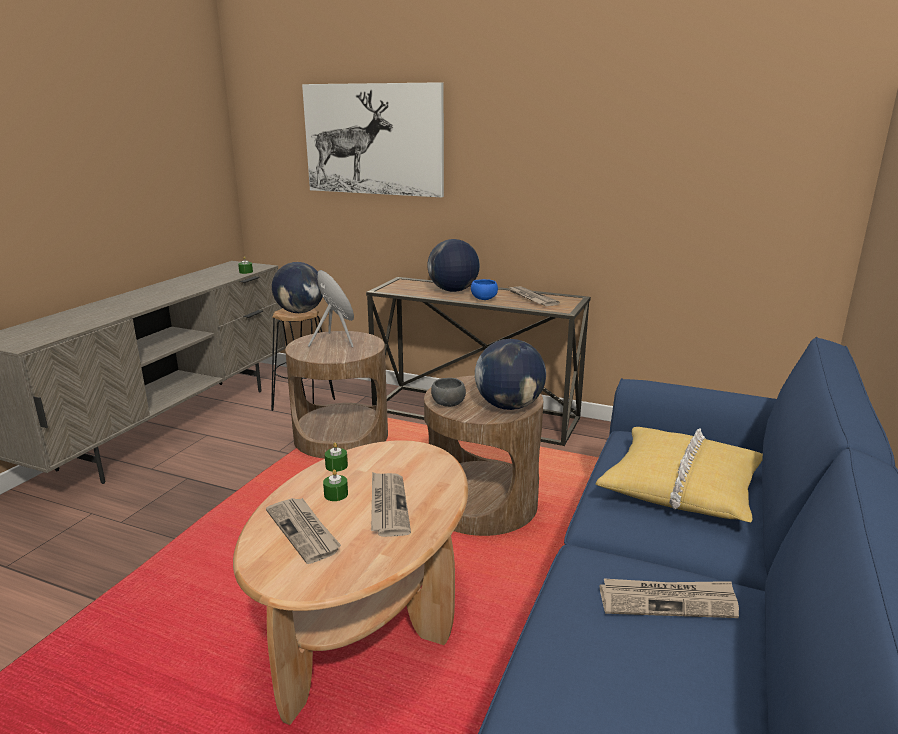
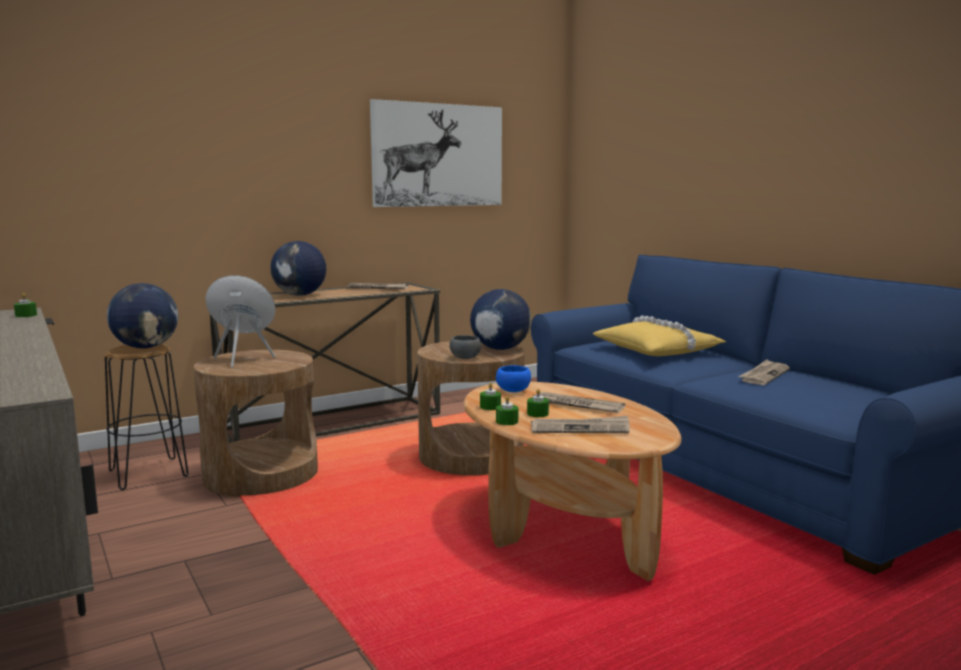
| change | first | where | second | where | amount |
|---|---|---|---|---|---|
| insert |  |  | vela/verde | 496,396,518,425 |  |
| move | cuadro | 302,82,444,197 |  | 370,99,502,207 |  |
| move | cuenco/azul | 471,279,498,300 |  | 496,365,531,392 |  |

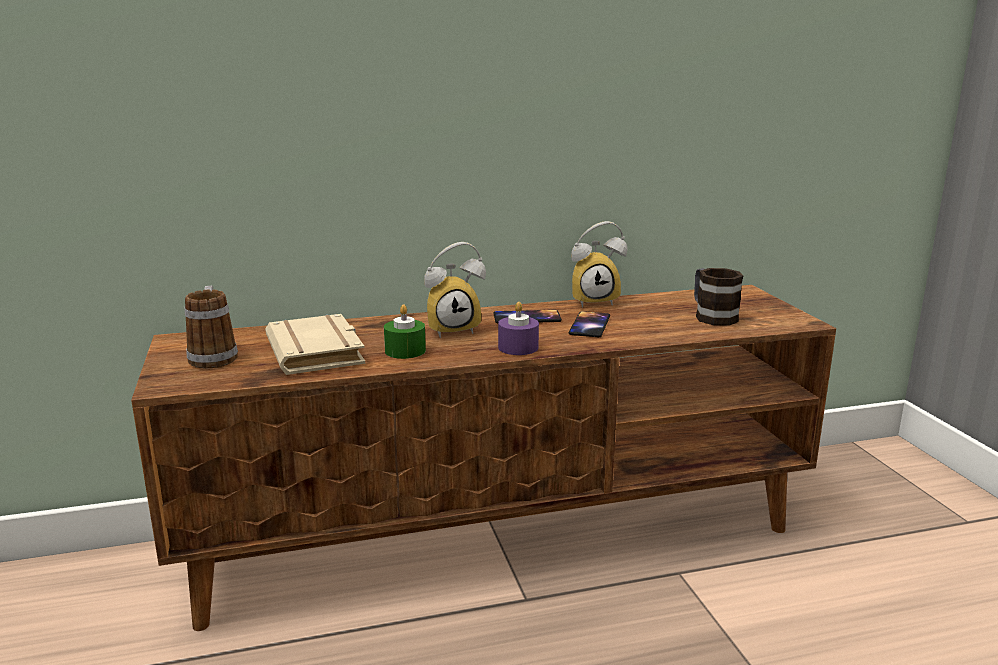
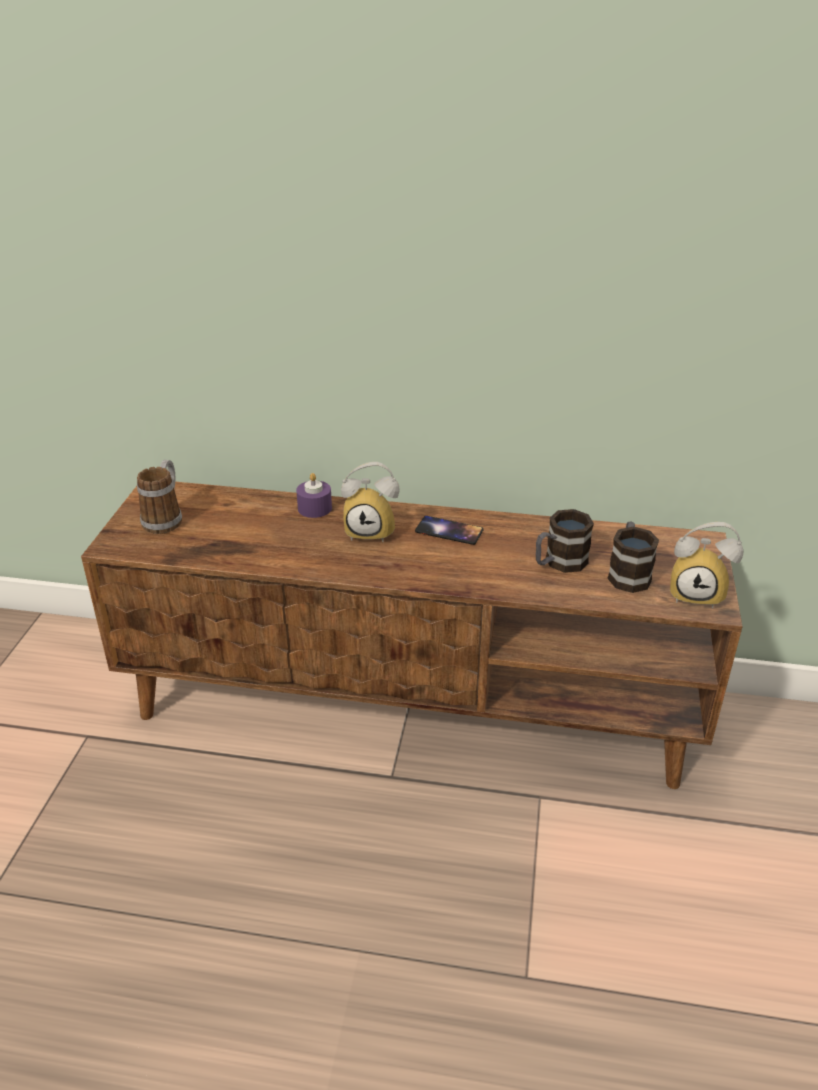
| change | first | where | second | where | amount |
|---|---|---|---|---|---|
| delete | libro/beis | 265,314,365,375 |  |  |  |
| delete | vela/verde | 384,304,426,359 |  |  |  |
| delete | móvil | 569,311,610,337 |  |  |  |
| insert |  |  | taza grande | 536,509,594,573 |  |
| move | vela/morado | 498,302,539,355 |  | 296,473,332,518 |  |
| move | despertador | 571,221,628,307 |  | 670,522,744,609 |  |

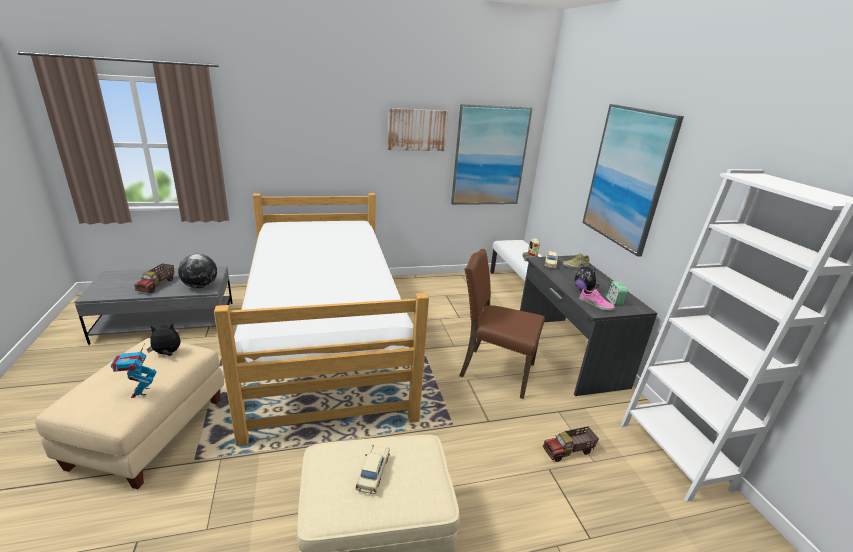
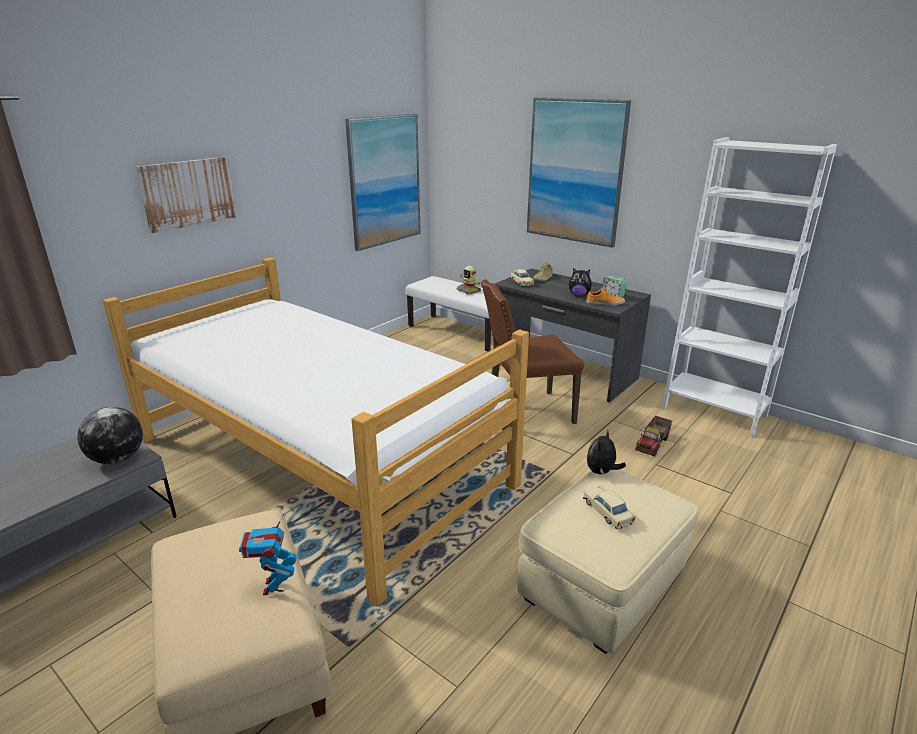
| change | first | where | second | where | amount |
|---|---|---|---|---|---|
| delete | camión de juguete | 135,263,175,293 |  |  |  |
| move | peluche | 147,323,180,356 |  | 587,430,626,476 |  |
| move | cuadro | 388,108,448,151 |  | 136,157,237,233 |  |
| recolor | zapato/rosa | 579,289,615,310 | zapato/naranja | 586,288,625,306 |  |
| rotate | robot de juguete | 111,343,157,398 |  | 239,514,297,595 | 45 degrees clockwise |

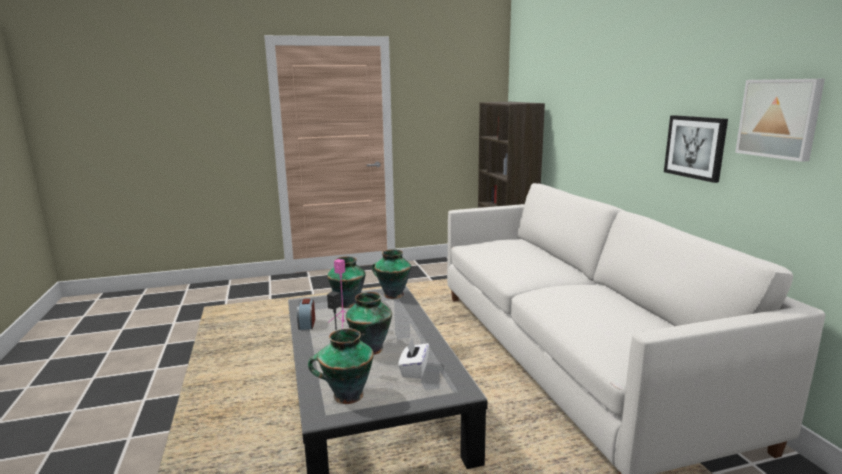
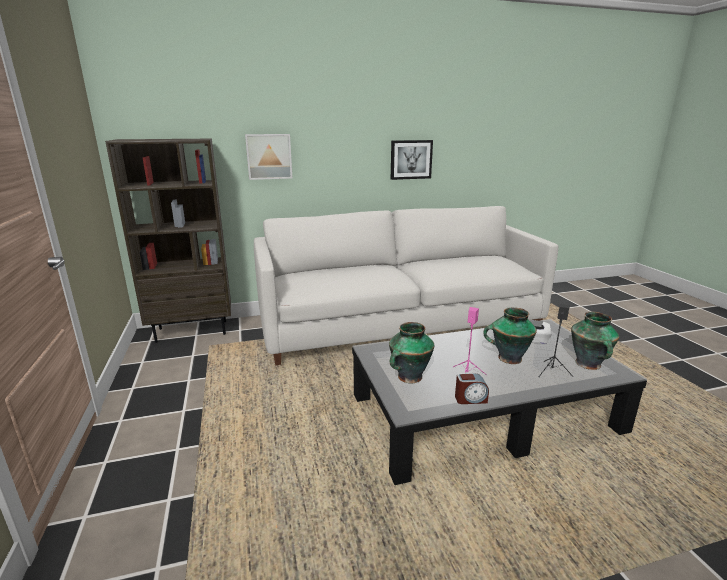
| change | first | where | second | where | amount |
|---|---|---|---|---|---|
| delete | florero | 372,249,411,299 |  |  |  |
| move | cuadro | 735,79,825,162 |  | 245,134,292,180 |  |

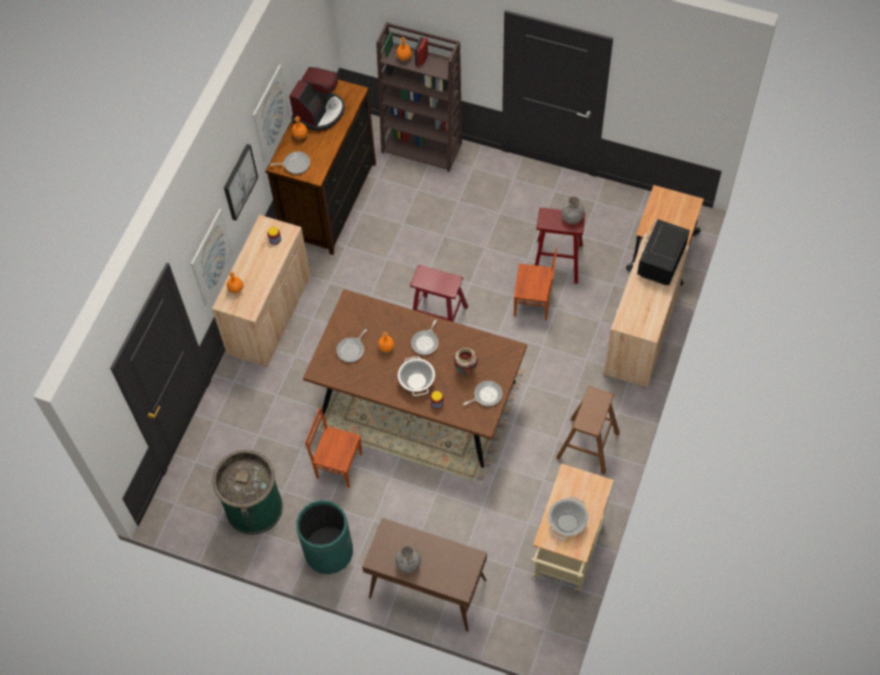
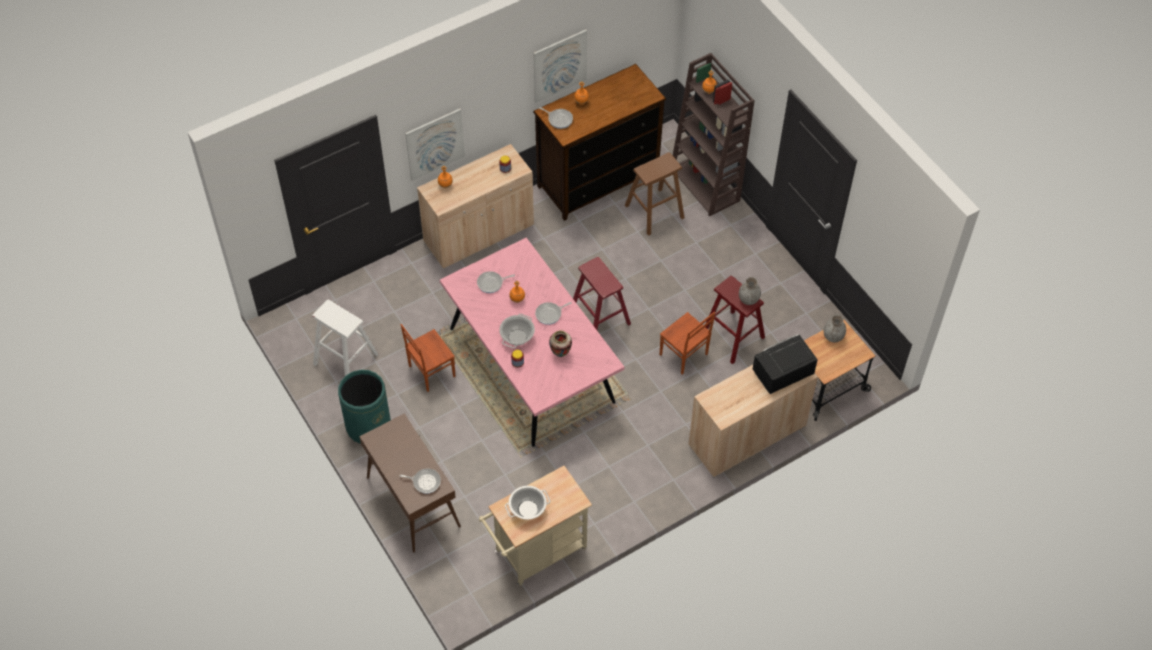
| change | first | where | second | where | amount |
|---|---|---|---|---|---|
| delete | cuadro | 224,144,258,221 |  |  |  |
| delete | cafetera | 289,67,345,131 |  |  |  |
| move | florero/gris | 395,545,421,574 |  | 824,315,846,343 |  |
| move | sartén | 463,381,503,406 |  | 399,468,441,494 |  |
| move | taburete/marrón | 556,386,620,475 |  | 625,152,685,236 |  |
| replace | papelera/verde | 212,450,283,535 | taburete/blanco | 312,299,378,376 |  |
| recolor | mesa de comedor/marrón | 303,289,527,468 | mesa de comedor/rosa | 440,238,624,447 |  |
| rotate | silla/marrón | 305,407,362,488 |  | 400,324,455,392 | 90 degrees counterclockwise |

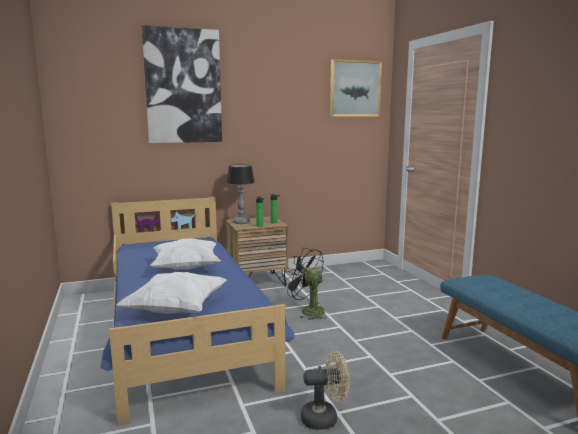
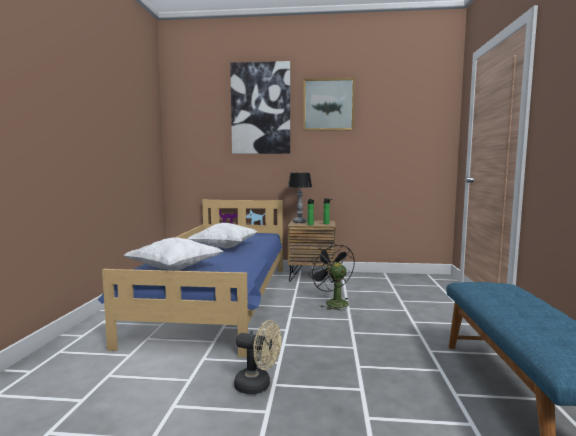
| change | first | where | second | where | amount |
|---|---|---|---|---|---|
| move | cuadro | 330,59,382,117 |  | 303,78,355,131 |  |

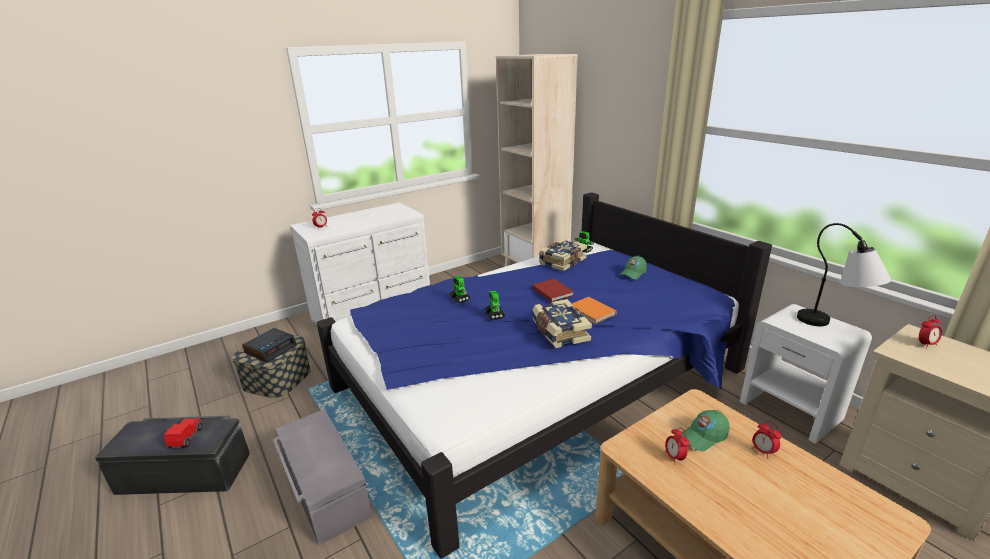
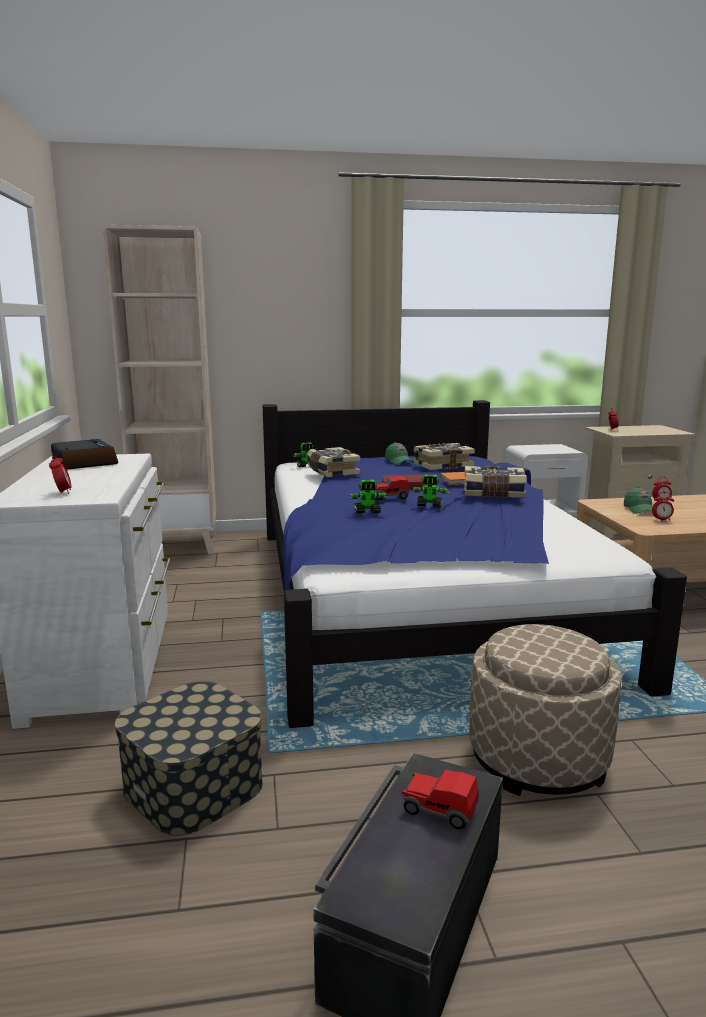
| change | first | where | second | where | amount |
|---|---|---|---|---|---|
| delete | lámpara de mesa | 797,223,892,326 |  |  |  |
| insert |  |  | coche de juguete | 376,476,409,500 |  |
| insert |  |  | libro | 413,443,475,470 |  |
| move | despertador | 242,328,297,363 |  | 51,439,118,469 |  |
| replace | caja de almacenaje/gris | 272,409,372,546 | puf/beis | 469,624,622,796 |  |

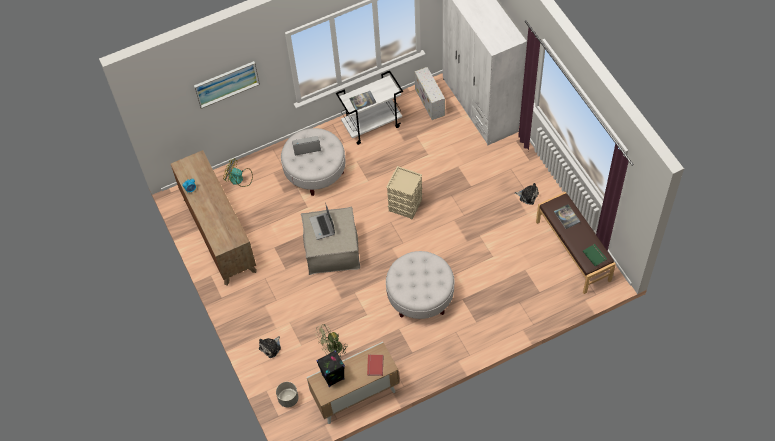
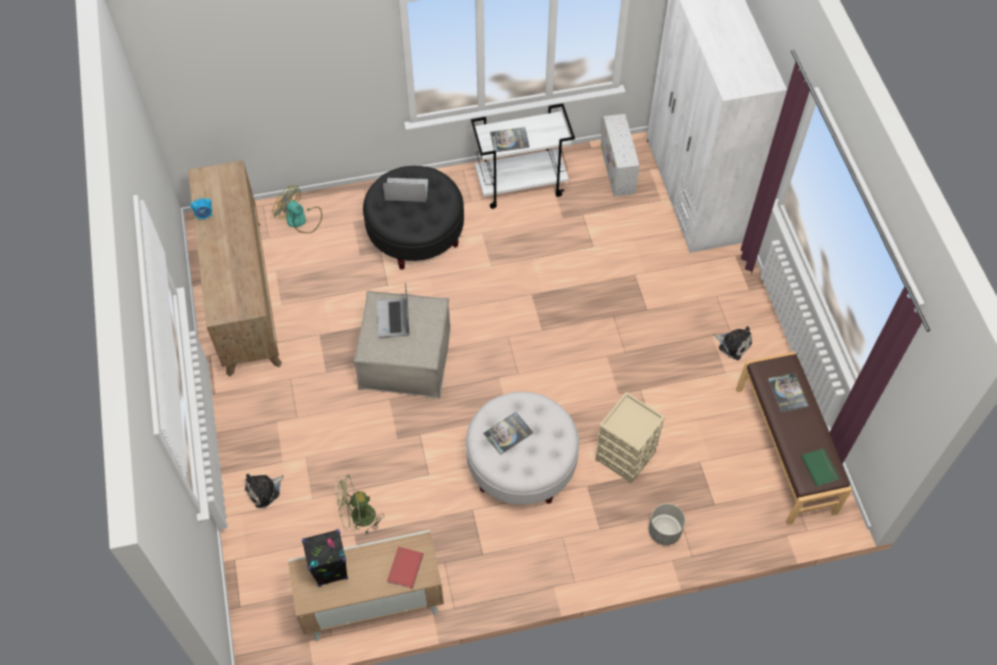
| change | first | where | second | where | amount |
|---|---|---|---|---|---|
| delete | cuadro | 194,61,260,109 |  |  |  |
| insert |  |  | libro | 483,412,533,455 |  |
| move | maceta/gris | 276,382,299,408 |  | 649,503,685,545 |  |
| move | caja de almacenaje/beis | 386,166,423,219 |  | 595,392,665,484 |  |
| recolor | puf/blanco | 281,128,346,196 | puf/negro | 363,166,464,270 |  |

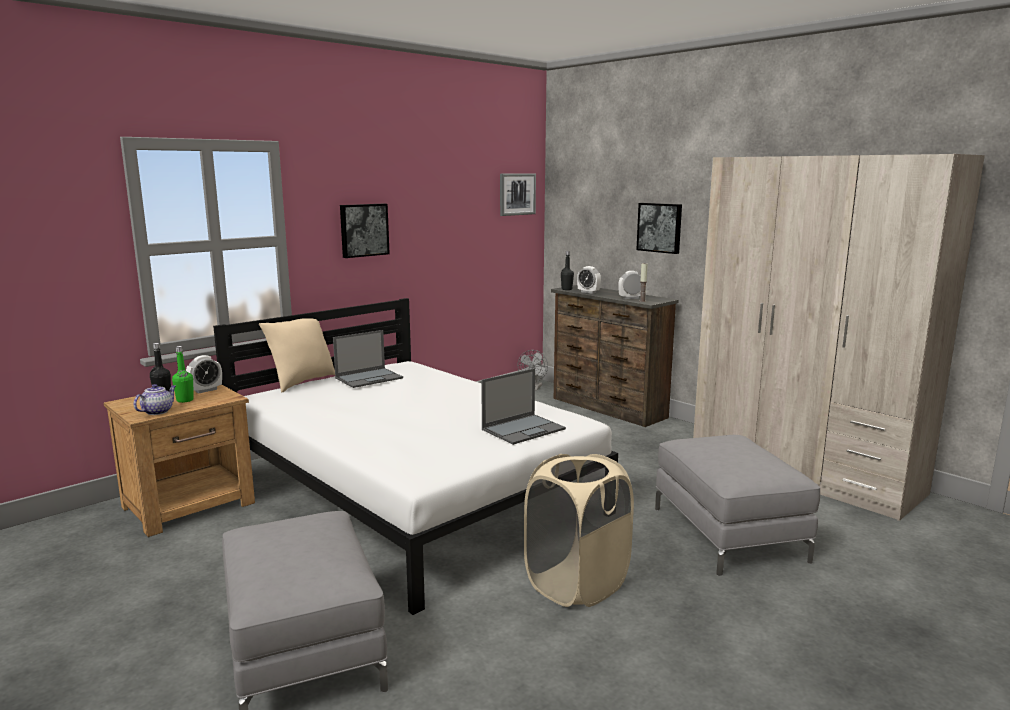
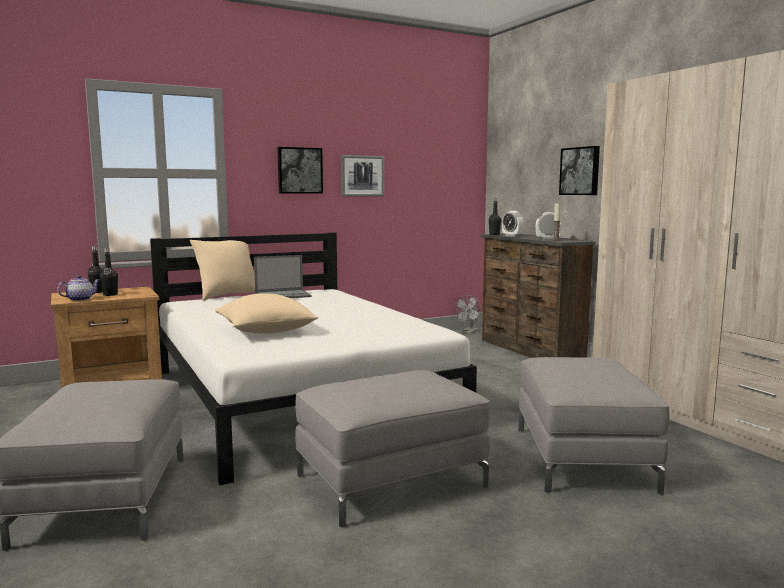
| change | first | where | second | where | amount |
|---|---|---|---|---|---|
| delete | despertador | 186,355,222,393 |  |  |  |
| delete | portátil | 481,368,566,445 |  |  |  |
| insert |  |  | cojín/beis | 215,293,318,334 |  |
| move | cuadro | 500,173,536,216 |  | 341,155,384,197 |  |
| replace | cesto de la ropa/beis | 524,454,634,607 | puf/gris | 295,370,490,528 |  |
| recolor | botella/verde | 172,346,194,403 | botella/negro | 100,248,118,296 |  |

